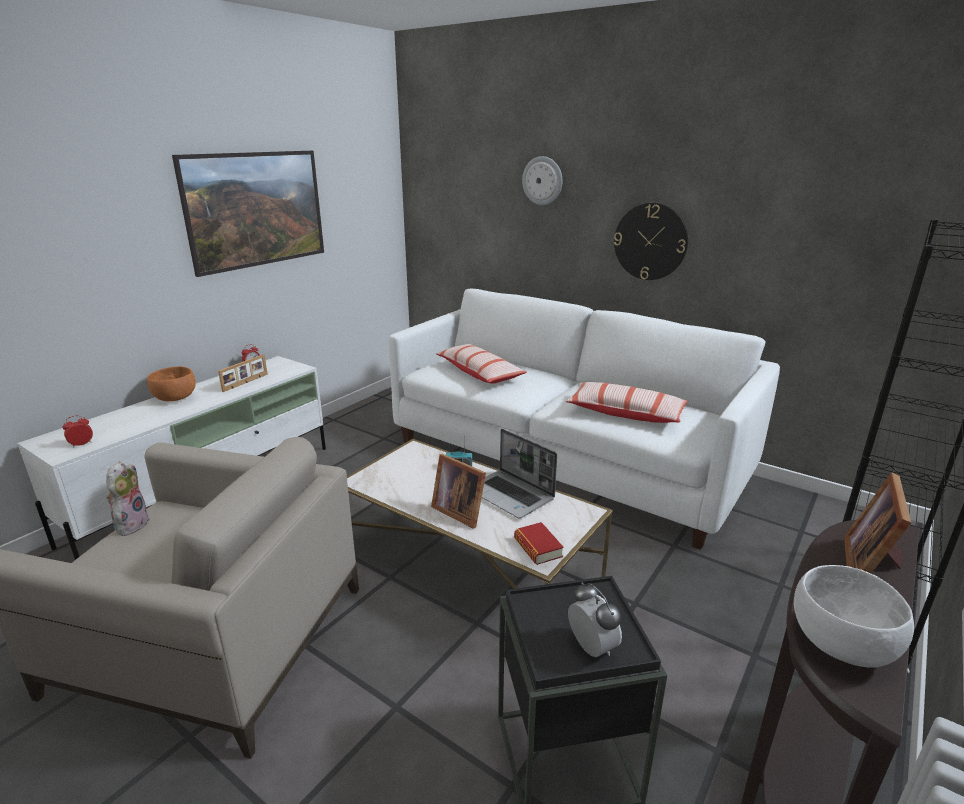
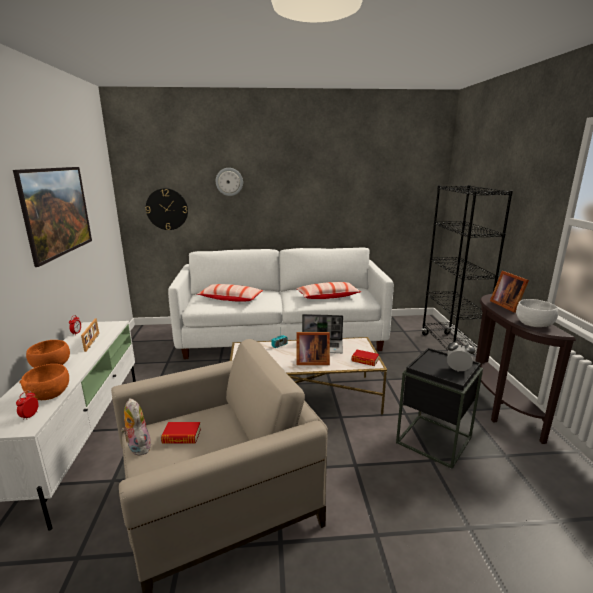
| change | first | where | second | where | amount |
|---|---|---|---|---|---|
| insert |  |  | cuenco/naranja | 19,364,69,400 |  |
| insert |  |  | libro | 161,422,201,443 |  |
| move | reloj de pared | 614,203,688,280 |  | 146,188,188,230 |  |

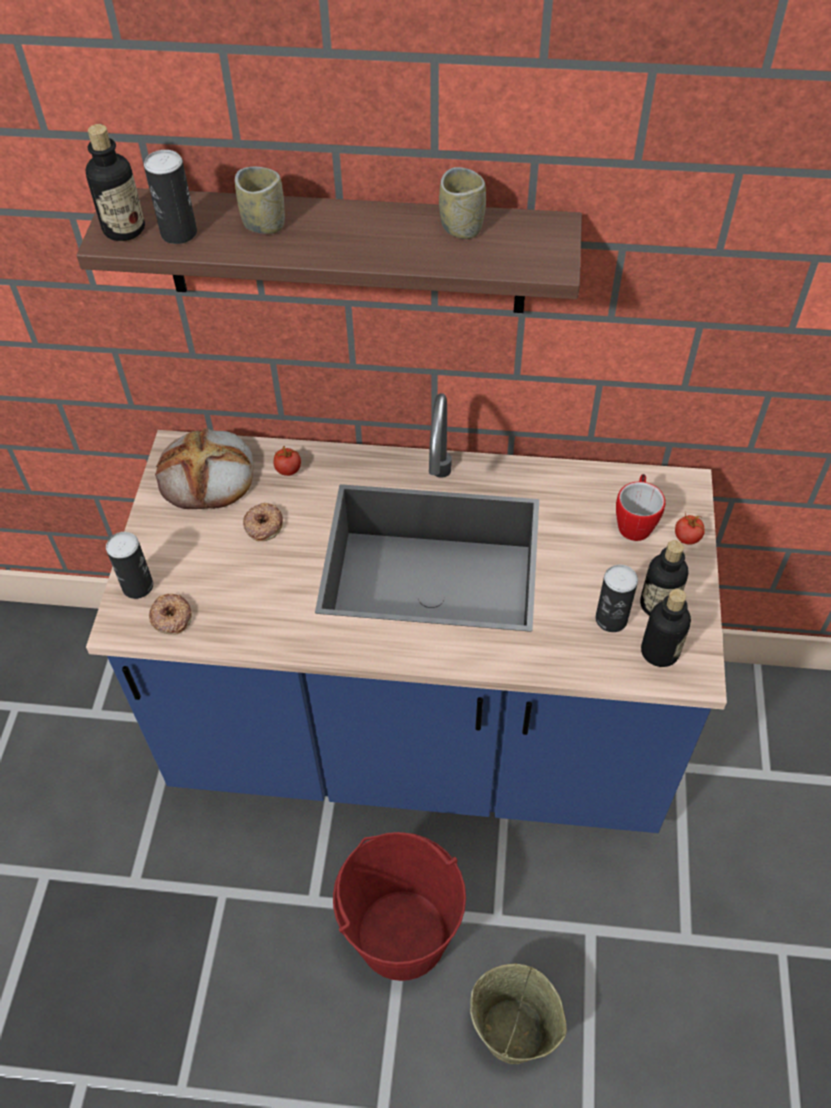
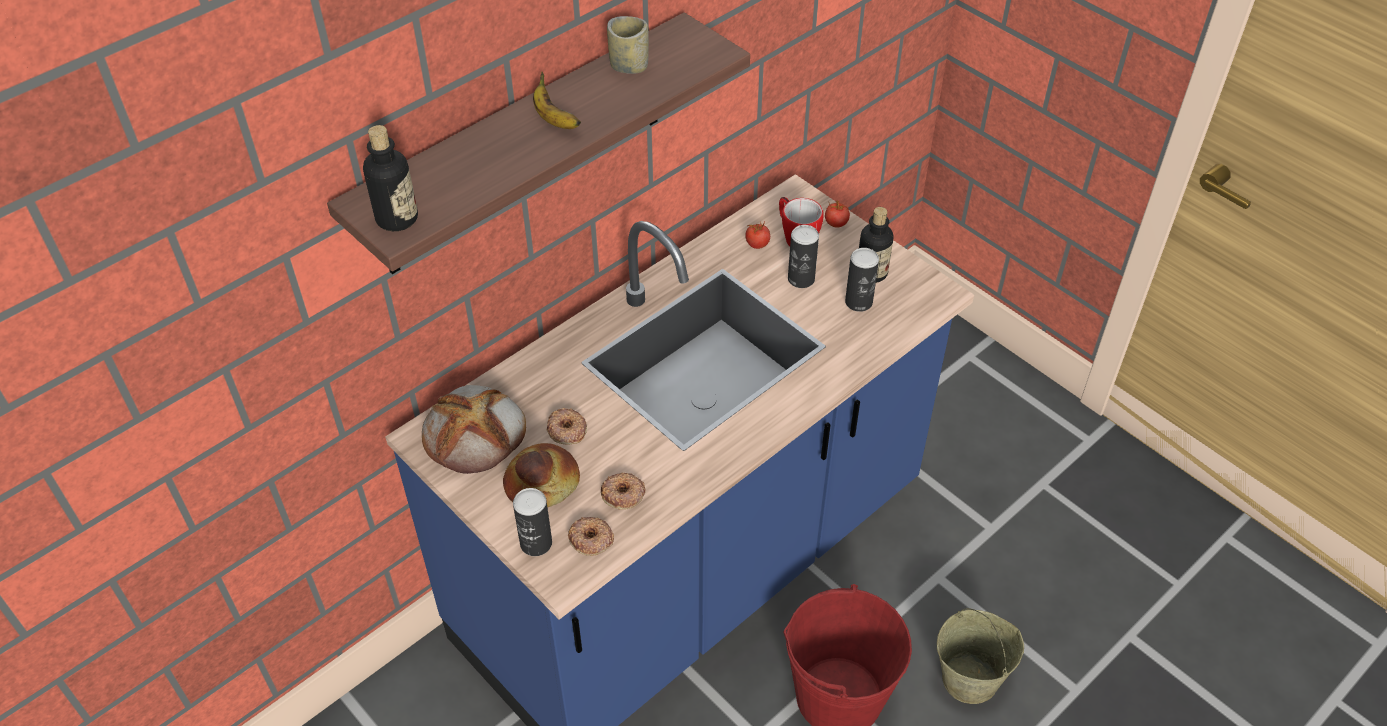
| change | first | where | second | where | amount |
|---|---|---|---|---|---|
| delete | taza | 235,167,285,234 |  |  |  |
| delete | botella | 641,589,691,667 |  |  |  |
| insert |  |  | pan | 503,443,580,508 |  |
| insert |  |  | plátano | 533,71,581,129 |  |
| insert |  |  | rosquilla | 601,473,645,510 |  |
| move | lata | 144,150,197,244 |  | 788,225,819,288 |  |
| move | tomate | 273,446,301,476 |  | 745,222,770,249 |  |

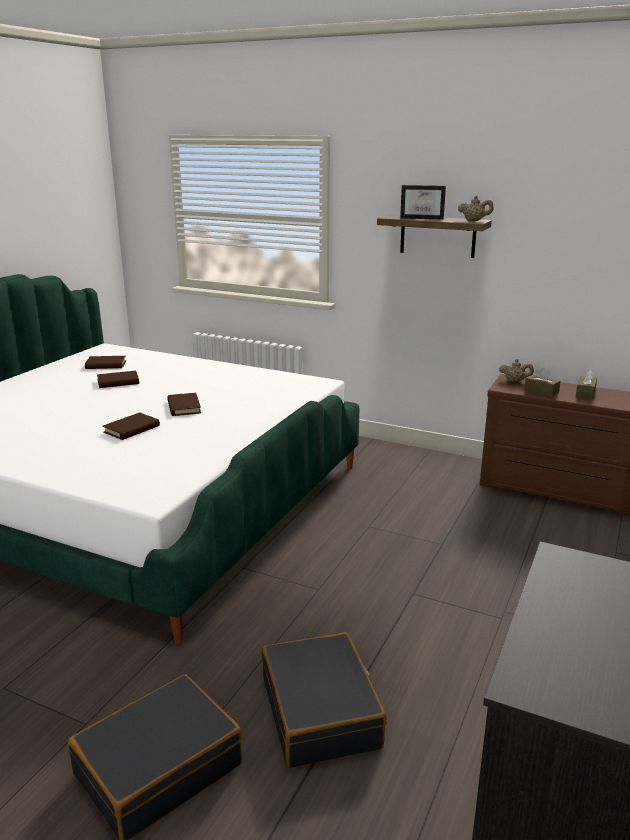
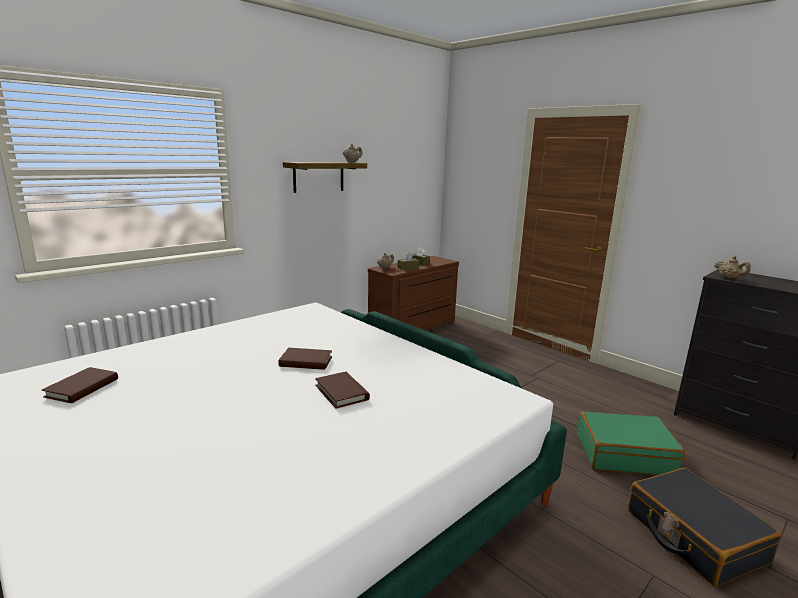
| change | first | where | second | where | amount |
|---|---|---|---|---|---|
| delete | libro/marrón | 97,371,139,388 |  |  |  |
| delete | portarretratos | 400,185,446,219 |  |  |  |
| insert |  |  | tetera/beis | 714,256,751,279 |  |
| recolor | maleta/negro | 262,632,387,768 | maleta/verde | 577,411,685,475 |  |

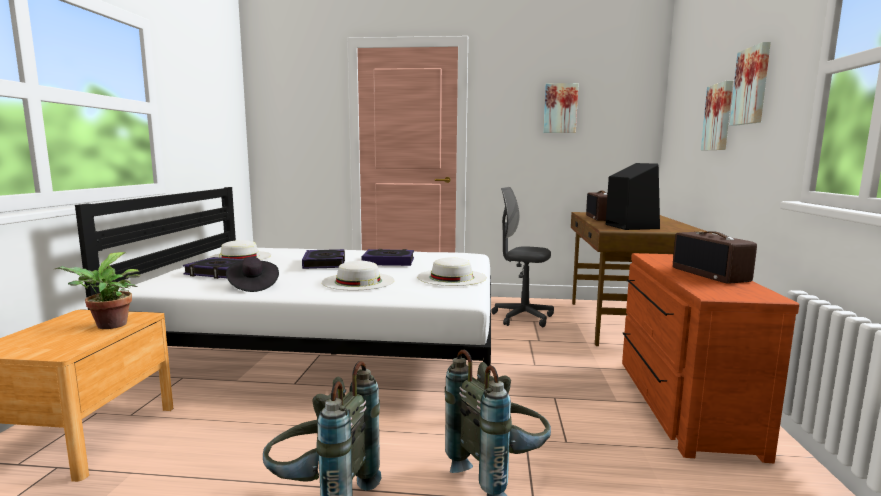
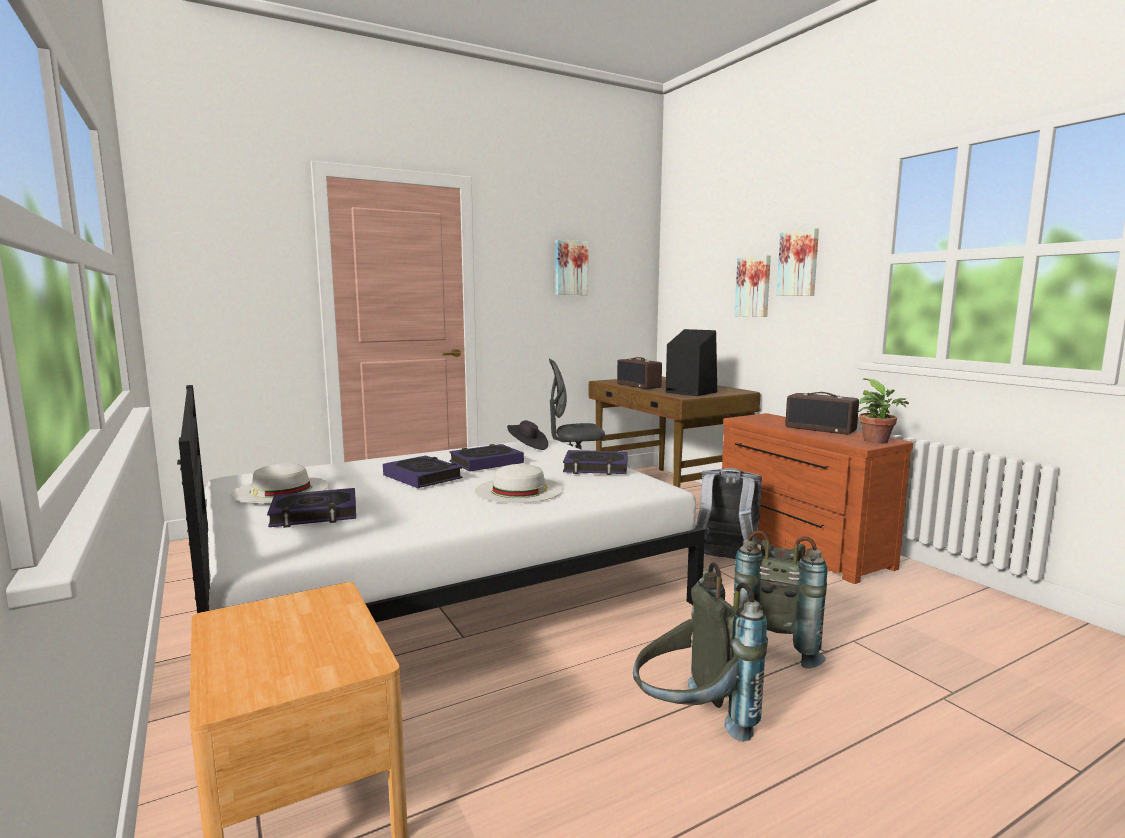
| change | first | where | second | where | amount |
|---|---|---|---|---|---|
| insert |  |  | mochila/gris | 696,468,762,559 |  |
| move | planta en maceta | 55,252,140,329 |  | 857,378,909,444 |  |
| move | sombrero/negro | 226,257,279,292 |  | 507,420,548,450 |  |
| replace | sombrero/blanco | 417,257,487,286 | libro | 563,450,628,475 |  |

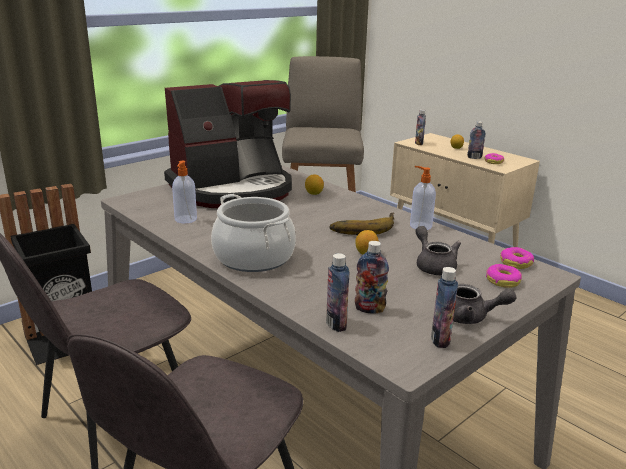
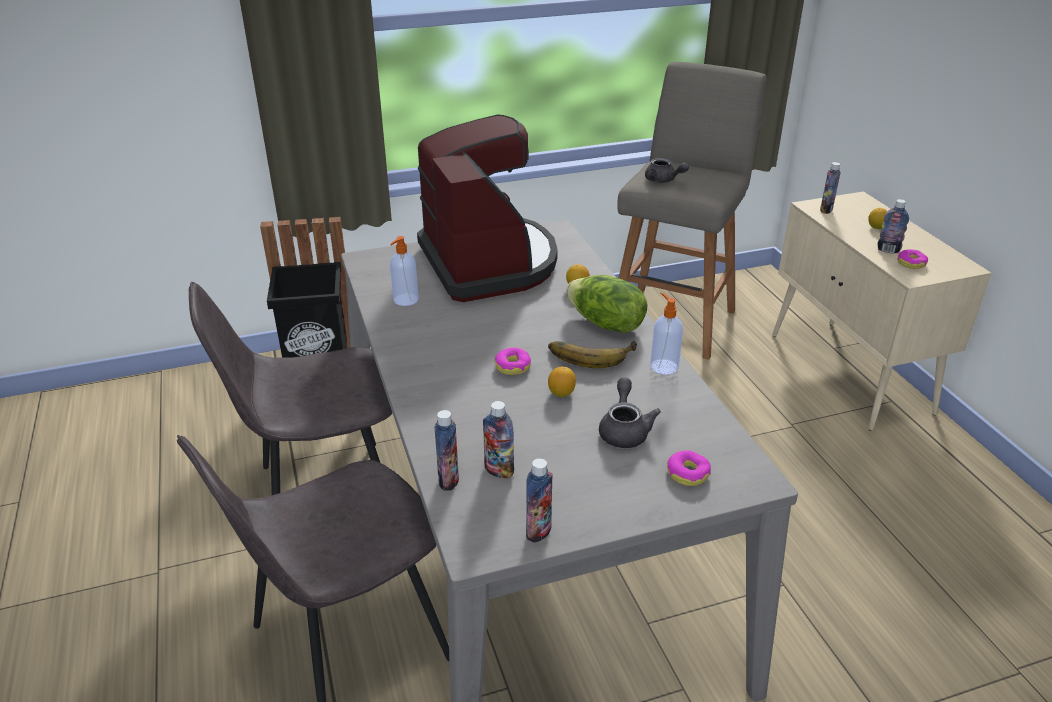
| change | first | where | second | where | amount |
|---|---|---|---|---|---|
| delete | olla | 211,194,296,272 |  |  |  |
| insert |  |  | lechuga | 566,275,648,333 |  |
| move | tetera/gris | 453,284,517,324 |  | 645,158,689,183 |  |
| move | rosquilla | 500,247,534,269 |  | 495,348,531,375 |  |
| rotate | cafetera | 164,80,292,208 |  | 417,115,558,302 | 105 degrees counterclockwise |

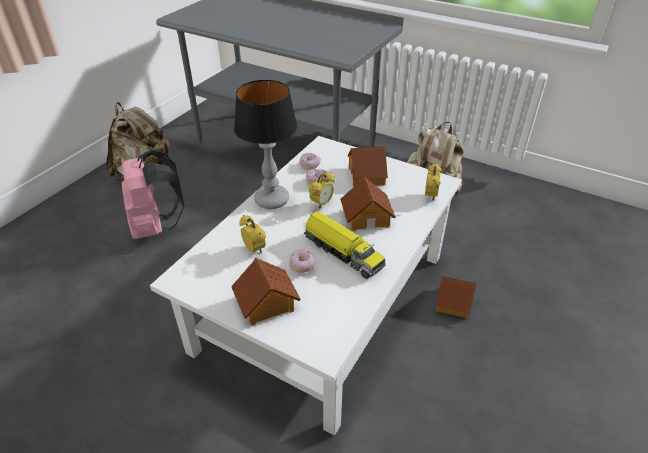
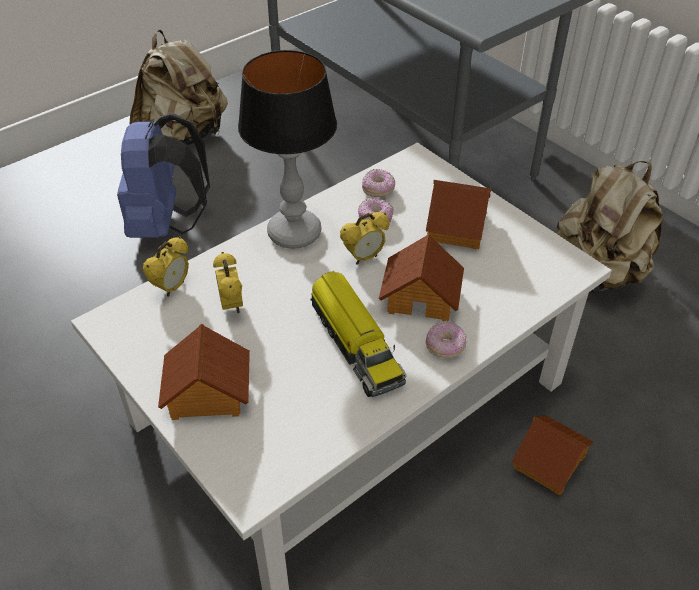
| change | first | where | second | where | amount |
|---|---|---|---|---|---|
| move | rosquilla | 289,249,315,273 |  | 426,321,467,358 |  |
| move | despertador | 425,163,441,201 |  | 143,237,189,297 |  |
| recolor | mochila/rosa | 122,150,185,239 | mochila/azul | 117,114,210,238 |  |

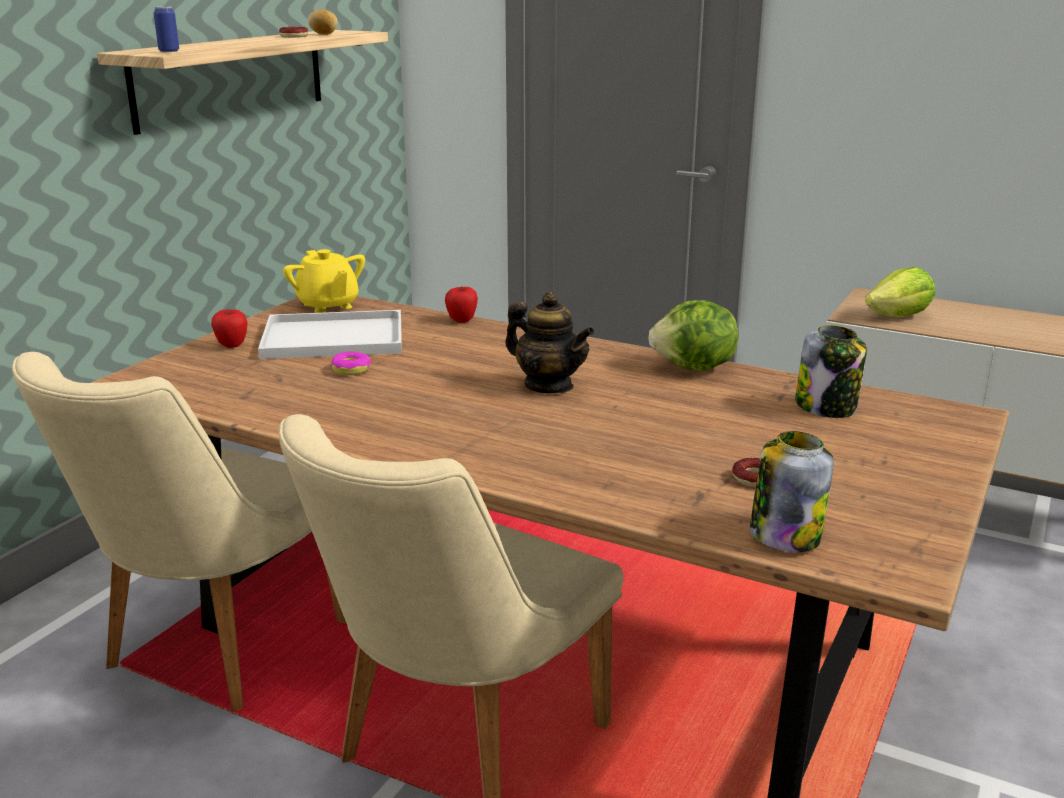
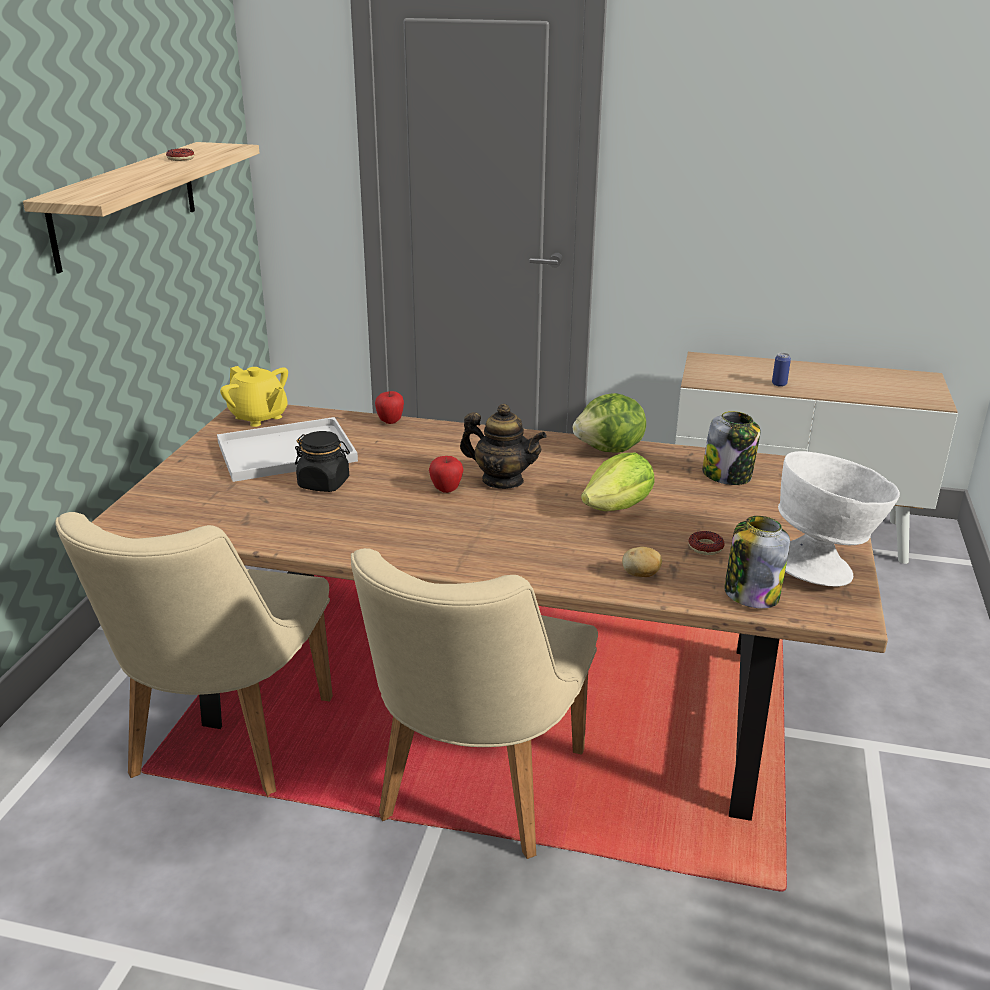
| change | first | where | second | where | amount |
|---|---|---|---|---|---|
| insert |  |  | cuenco/blanco | 778,451,900,586 |  |
| move | lata | 154,6,179,52 |  | 772,353,791,387 |  |
| move | manzana | 211,309,248,348 |  | 429,456,464,493 |  |
| move | patata | 308,9,338,35 |  | 622,547,662,577 |  |
| move | lechuga | 865,267,935,317 |  | 581,453,655,511 |  |
| replace | rosquilla | 331,352,371,375 | tarro/negro | 295,431,350,492 |  |

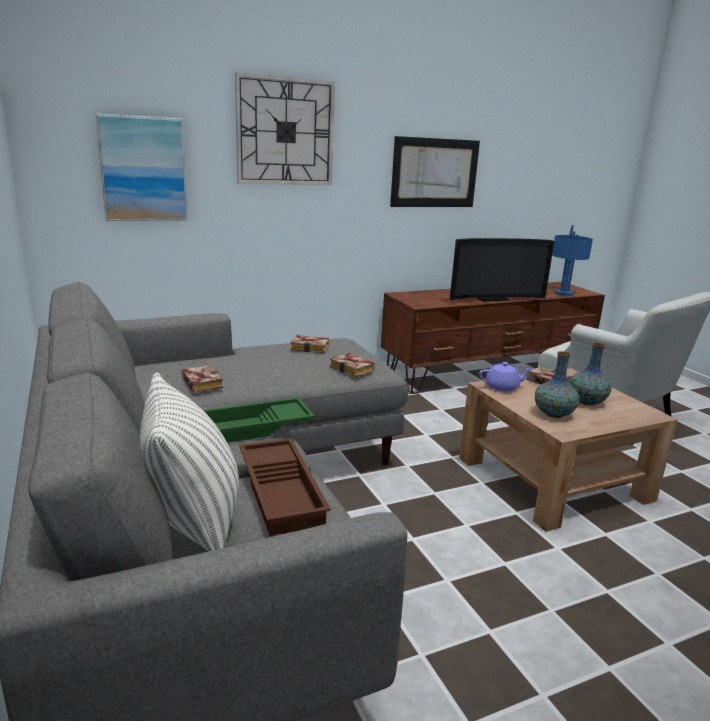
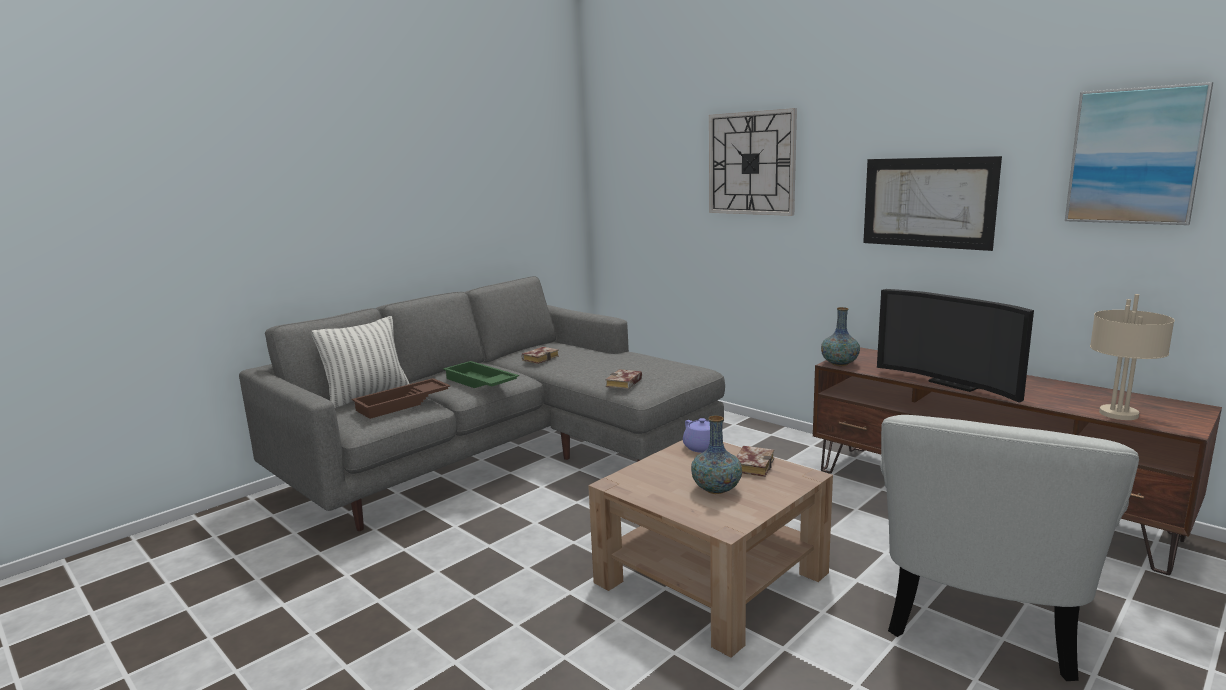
| change | first | where | second | where | amount |
|---|---|---|---|---|---|
| delete | libro | 291,335,329,353 |  |  |  |
| move | cuadro | 96,113,188,221 |  | 1065,82,1213,225 |  |
| move | florero | 535,351,580,418 |  | 821,307,860,366 |  |
| recolor | lámpara de mesa/azul | 552,225,593,296 | lámpara de mesa/beis | 1090,294,1175,420 |  |

